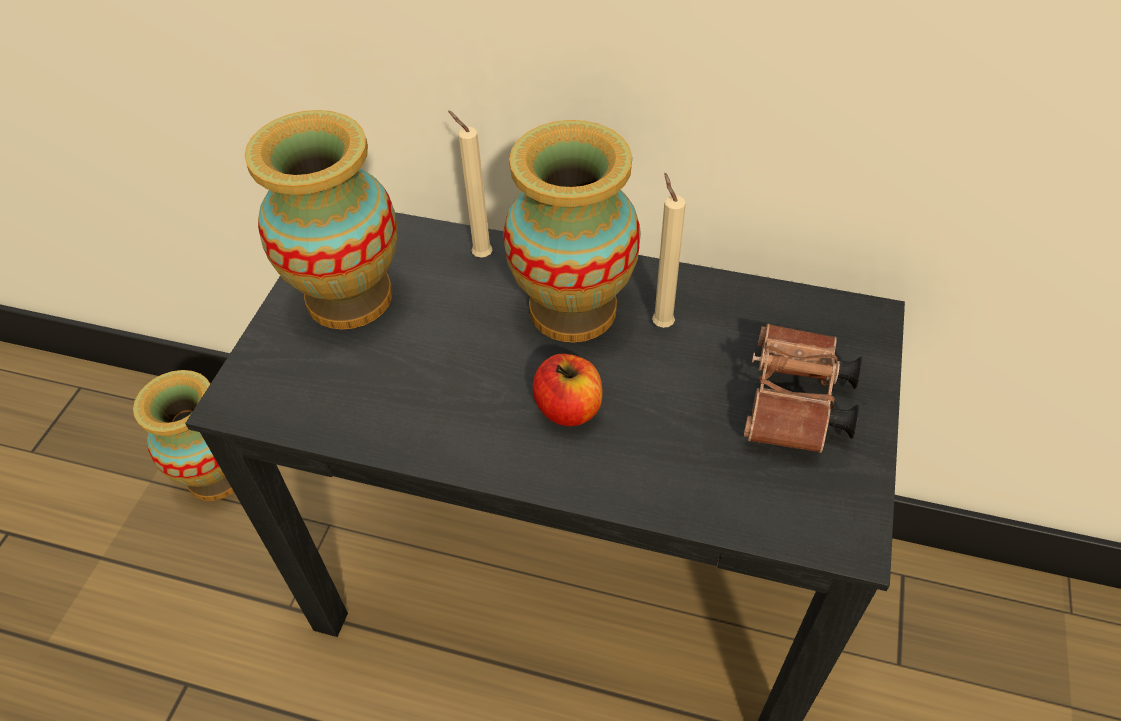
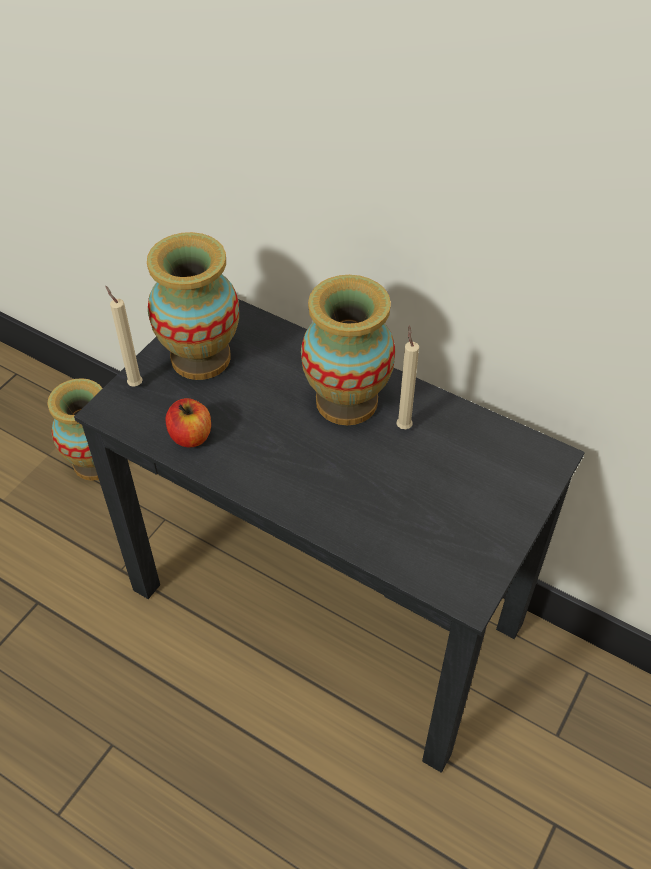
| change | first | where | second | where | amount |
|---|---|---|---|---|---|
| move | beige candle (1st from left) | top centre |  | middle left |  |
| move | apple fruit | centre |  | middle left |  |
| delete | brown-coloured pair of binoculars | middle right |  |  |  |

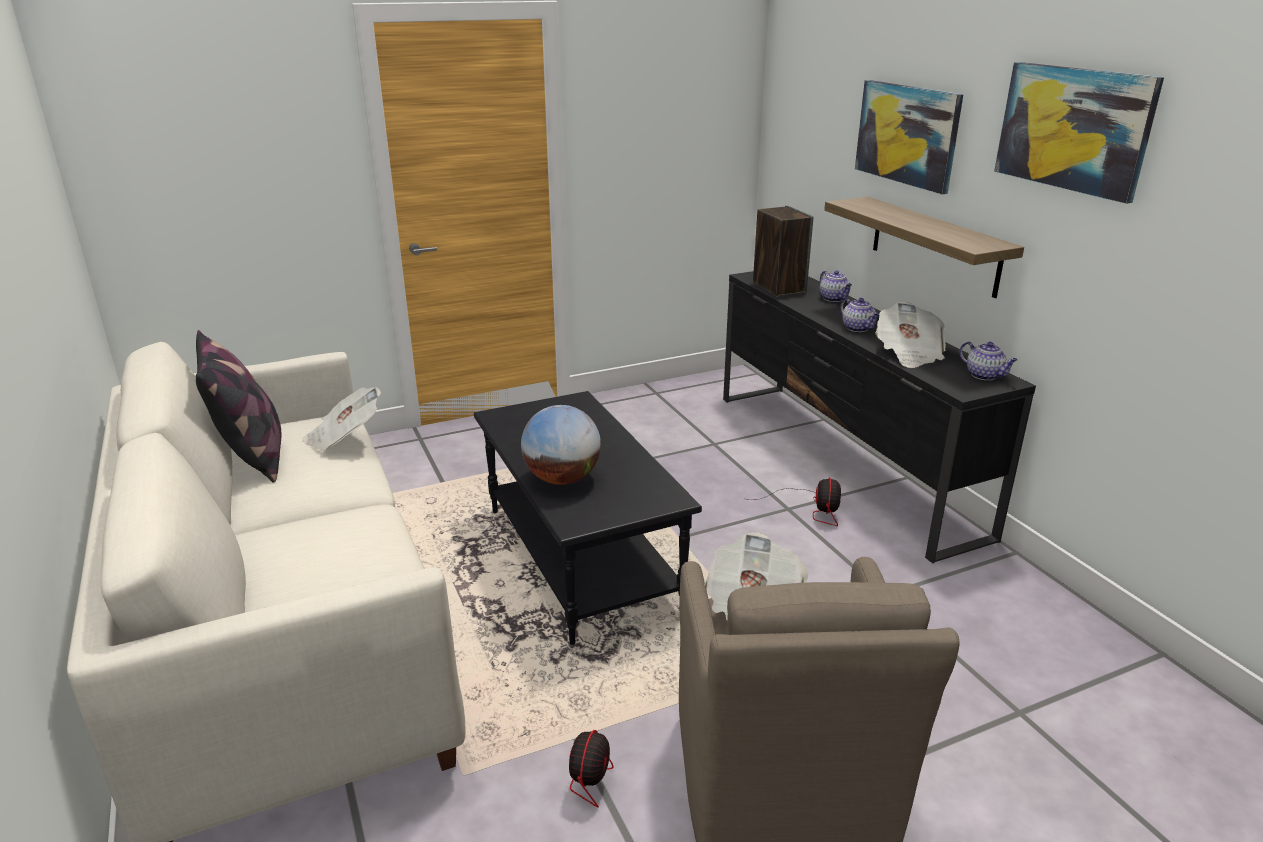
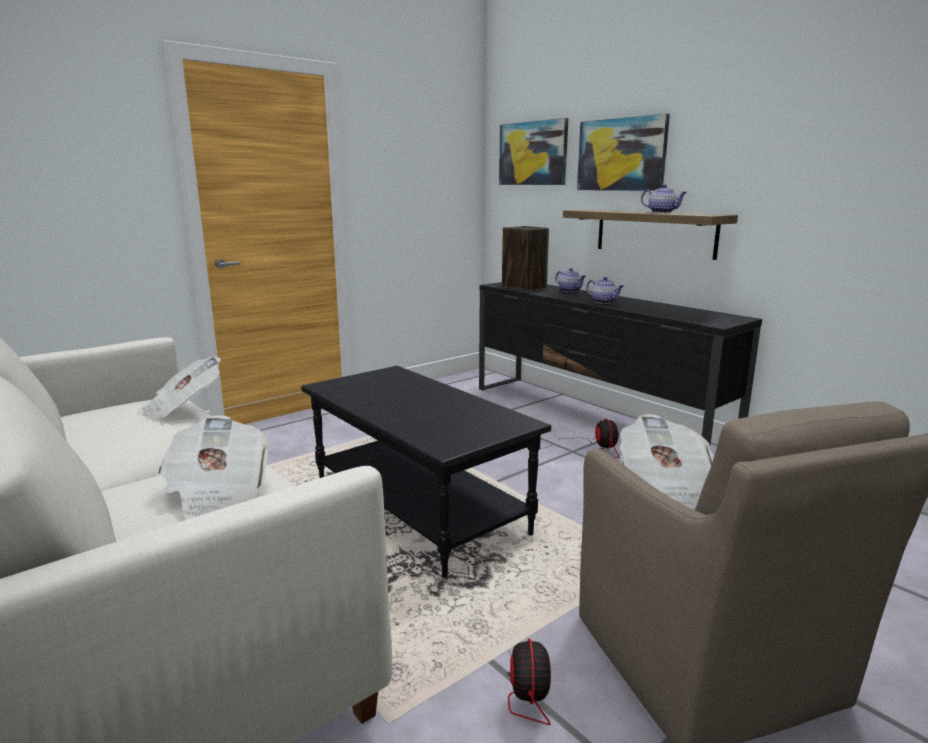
| change | first | where | second | where | amount |
|---|---|---|---|---|---|
| move | daily paper (3rd from left in the first image) | middle right | daily paper (2nd from left) | middle left |  |
| move | wall art (2nd from left in the first image) | top right | wall art (1st from left) | top centre |  |
| move | tea pot (3rd from left) | middle right |  | top right |  |
| delete | throw pillow | middle left |  |  |  |
| delete | world globe | centre |  |  |  |

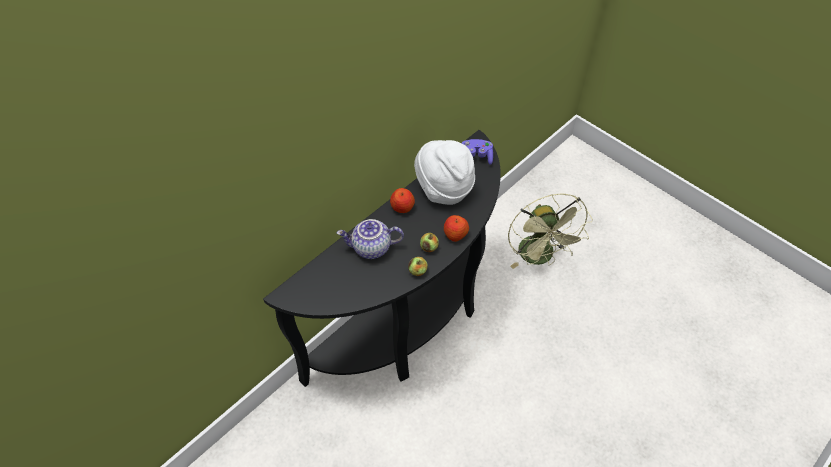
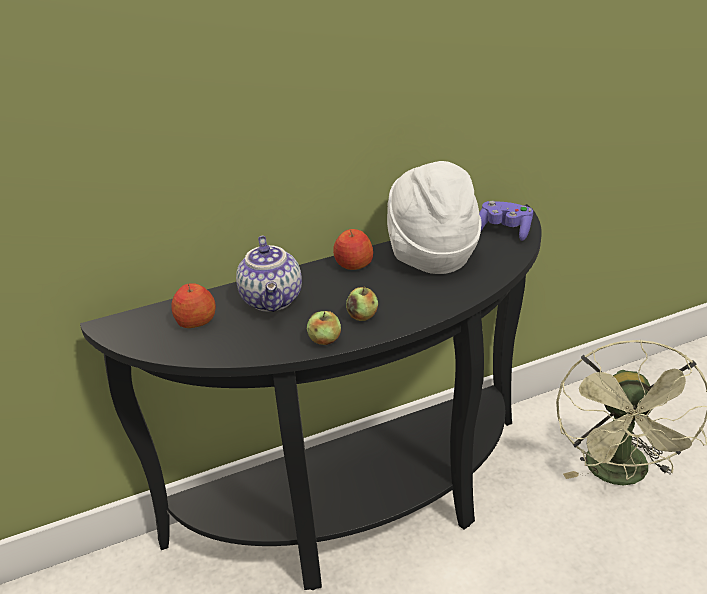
| change | first | where | second | where | amount |
|---|---|---|---|---|---|
| move | apple fruit (4th from left in the first image) | centre | apple fruit (1st from left) | middle left |  |
| rotate | tea pot | centre |  | centre | 120 degrees counterclockwise |

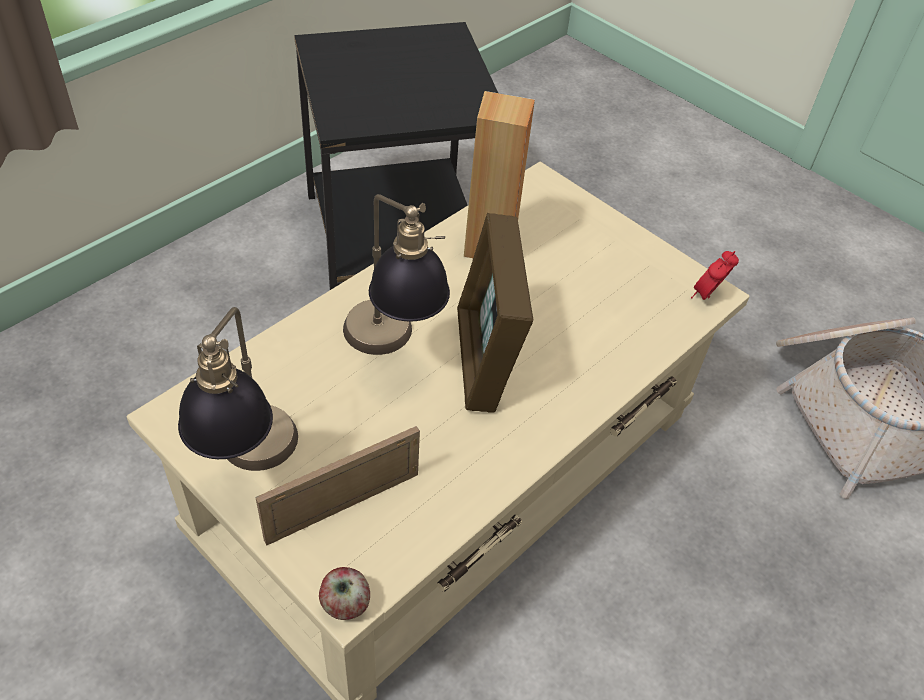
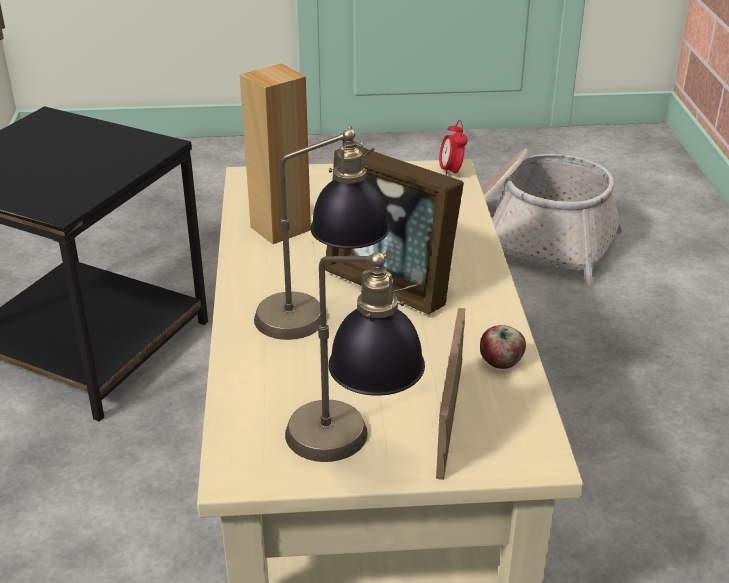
| change | first | where | second | where | amount |
|---|---|---|---|---|---|
| move | apple fruit | bottom centre |  | middle right |  |

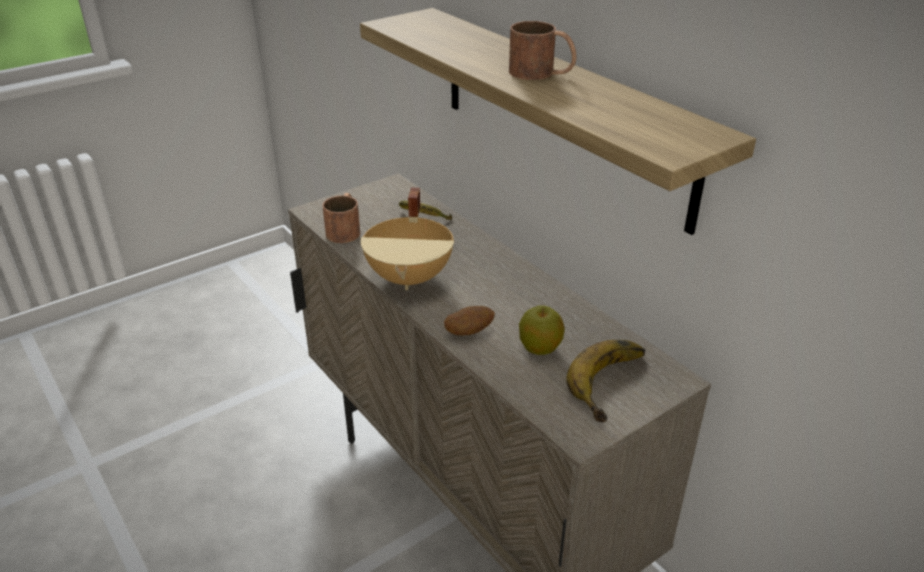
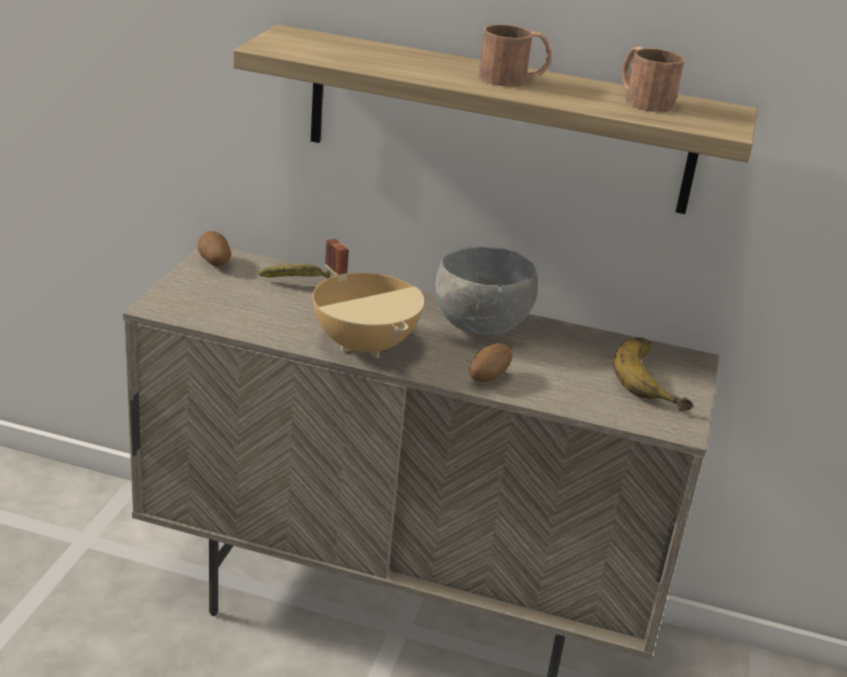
| change | first | where | second | where | amount |
|---|---|---|---|---|---|
| insert |  |  | whole potato (1st from left) | middle left |  |
| insert |  |  | gray bowl | centre |  |
| move | brown-coloured mug (1st from left in the first image) | centre | brown-coloured mug (2nd from left) | top right |  |
| delete | apple fruit | centre |  |  |  |

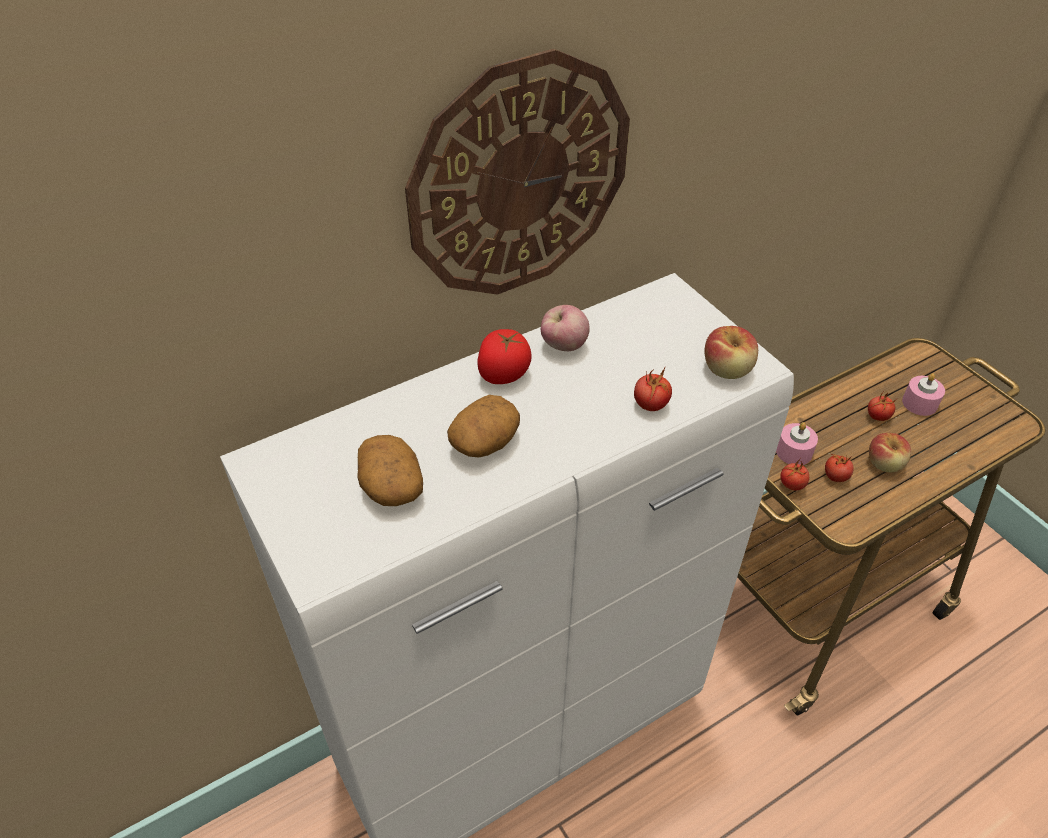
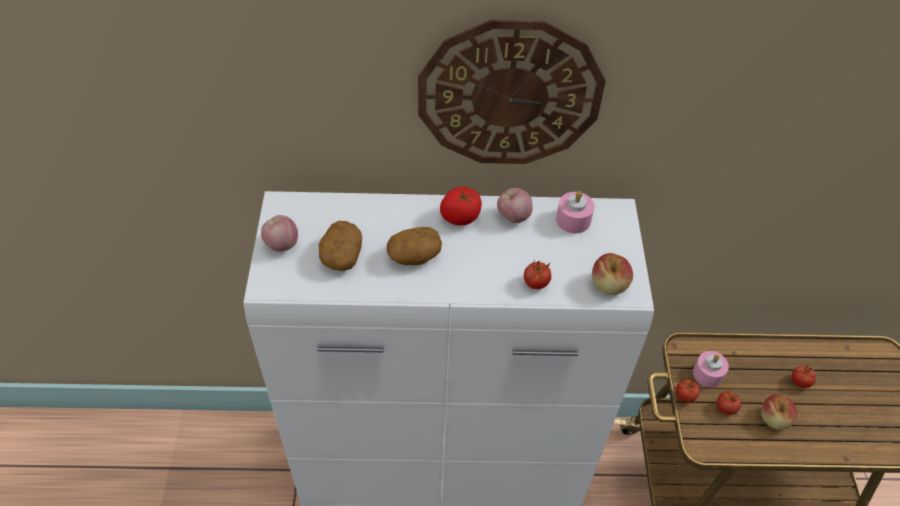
| change | first | where | second | where | amount |
|---|---|---|---|---|---|
| insert |  |  | apple fruit (1st from left) | middle left |  |
| move | pink candle (2nd from left in the first image) | middle right | pink candle (1st from left) | centre |  |

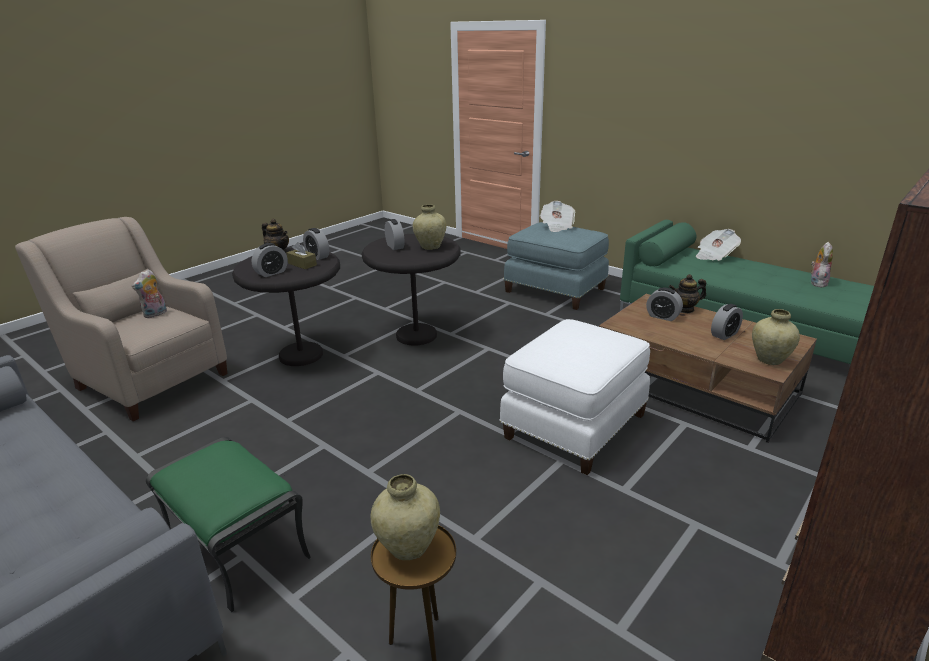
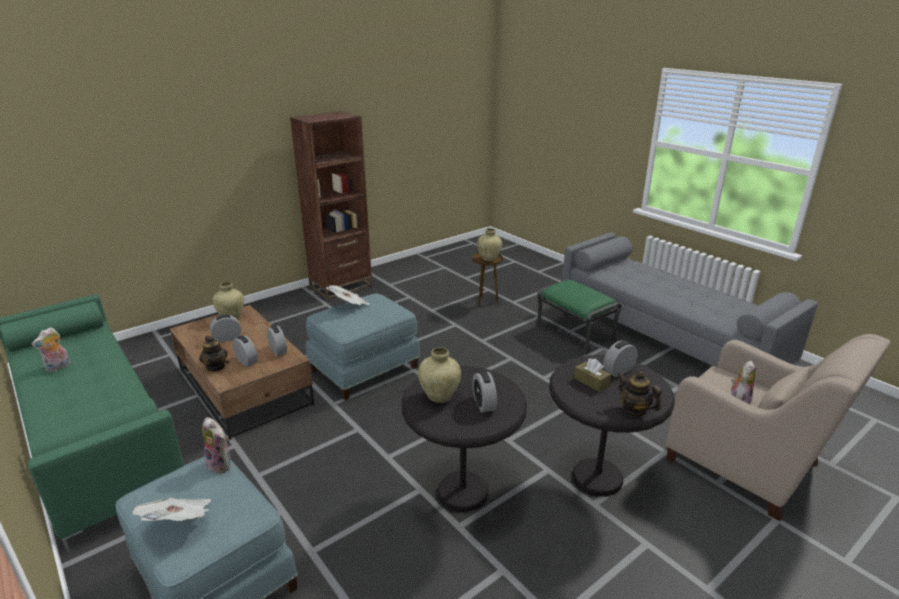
| change | first | where | second | where | amount |
|---|---|---|---|---|---|
| rotate | tea pot (2nd from left in the first image) | middle right | tea pot (1st from left) | middle left | 60 degrees clockwise |
| insert |  |  | soft toy (2nd from left) | bottom left |  |
| move | table clock (2nd from left in the first image) | centre | table clock (3rd from left) | middle left |  |
| recolor | white footrest | centre | blue-coloured footrest (2nd from left) | centre |  |
| move | daily paper (2nd from left) | middle right |  | centre |  |

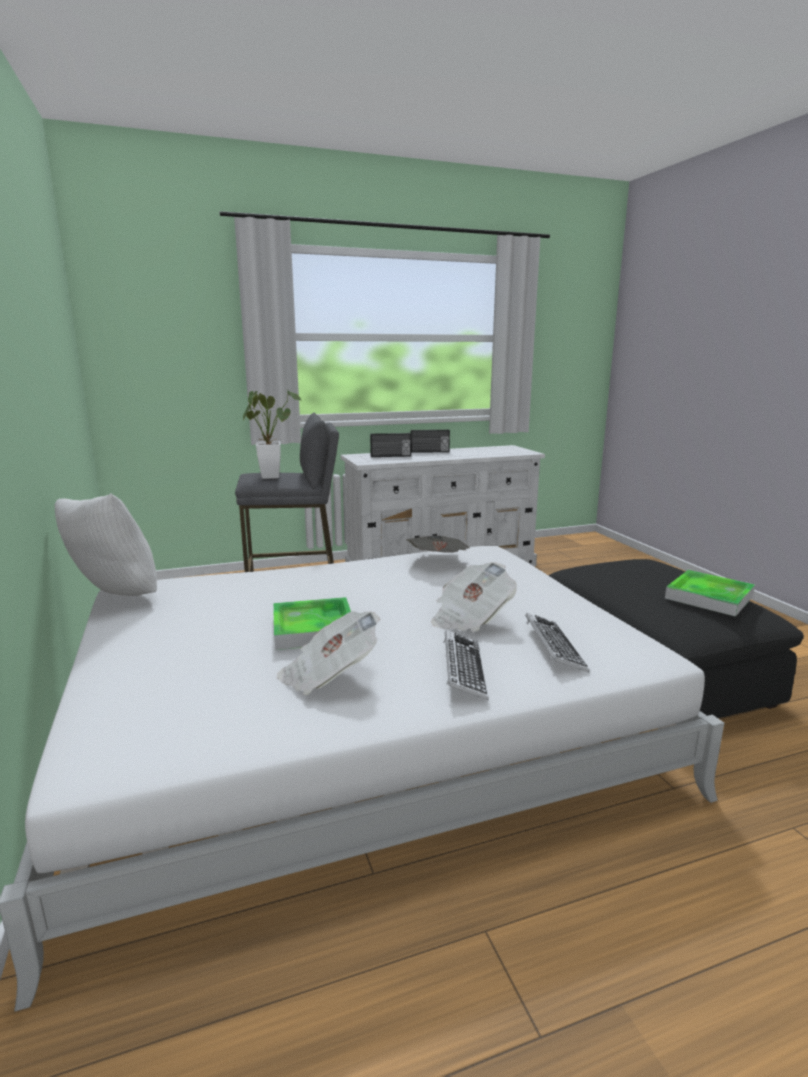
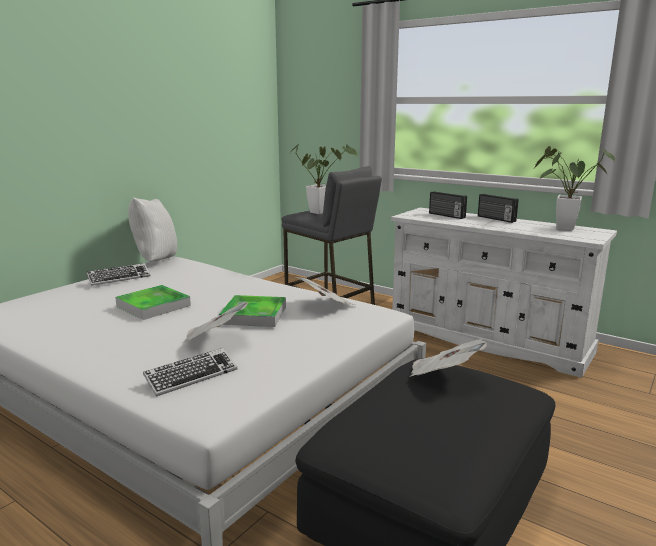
| change | first | where | second | where | amount |
|---|---|---|---|---|---|
| move | PC keyboard (1st from left) | centre |  | middle left |  |
| move | carrying tray (2nd from left) | middle right |  | centre |  |
| move | daily paper (1st from left in the first image) | centre | daily paper (3rd from left) | middle right |  |
| insert |  |  | plant in a pot (2nd from left) | middle right |  |

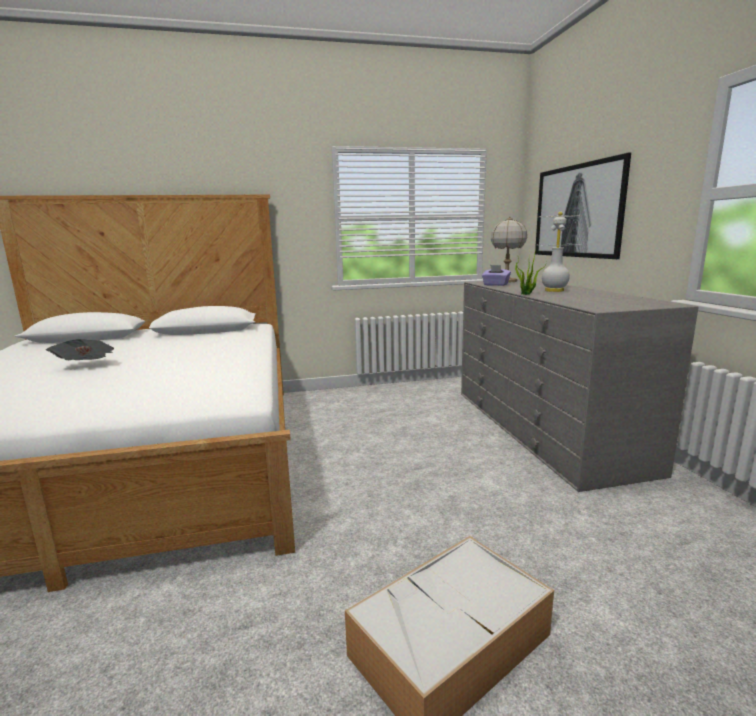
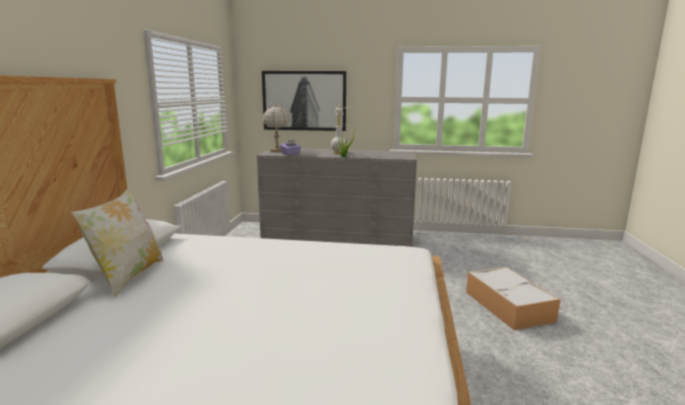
| change | first | where | second | where | amount |
|---|---|---|---|---|---|
| insert |  |  | throw pillow | middle left |  |
| delete | daily paper | middle left |  |  |  |

